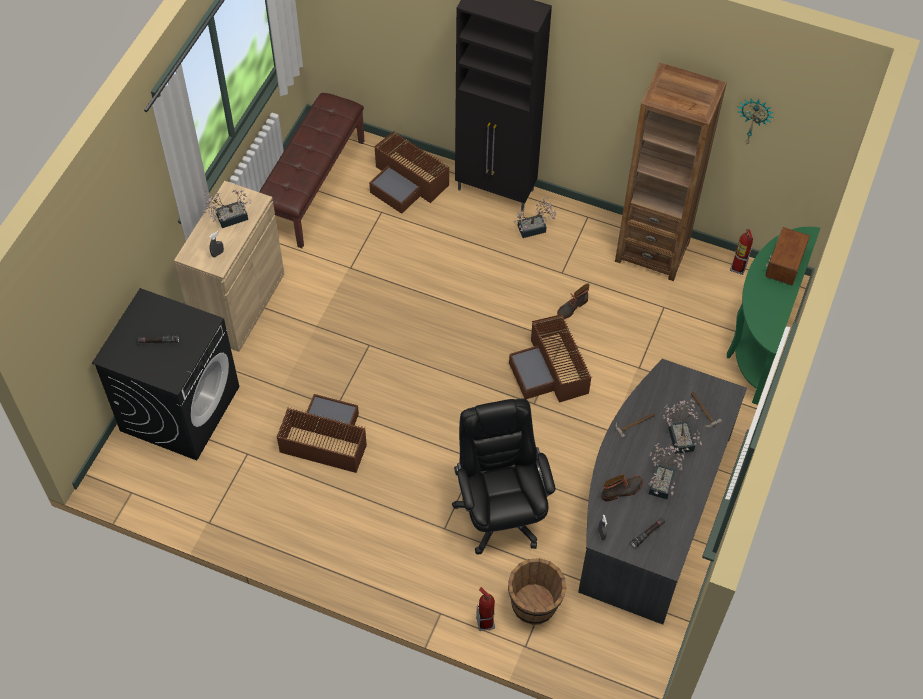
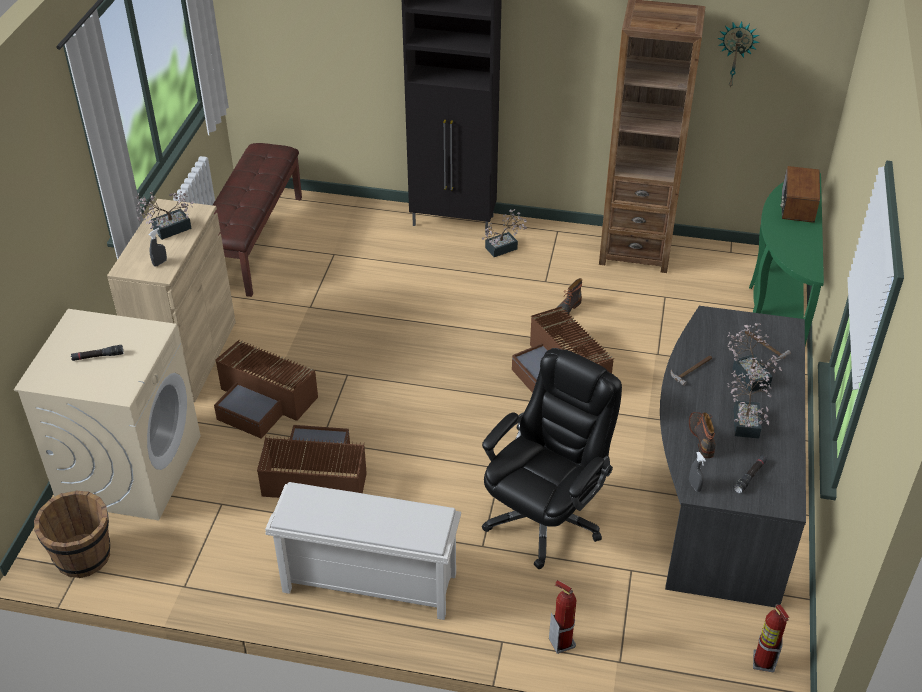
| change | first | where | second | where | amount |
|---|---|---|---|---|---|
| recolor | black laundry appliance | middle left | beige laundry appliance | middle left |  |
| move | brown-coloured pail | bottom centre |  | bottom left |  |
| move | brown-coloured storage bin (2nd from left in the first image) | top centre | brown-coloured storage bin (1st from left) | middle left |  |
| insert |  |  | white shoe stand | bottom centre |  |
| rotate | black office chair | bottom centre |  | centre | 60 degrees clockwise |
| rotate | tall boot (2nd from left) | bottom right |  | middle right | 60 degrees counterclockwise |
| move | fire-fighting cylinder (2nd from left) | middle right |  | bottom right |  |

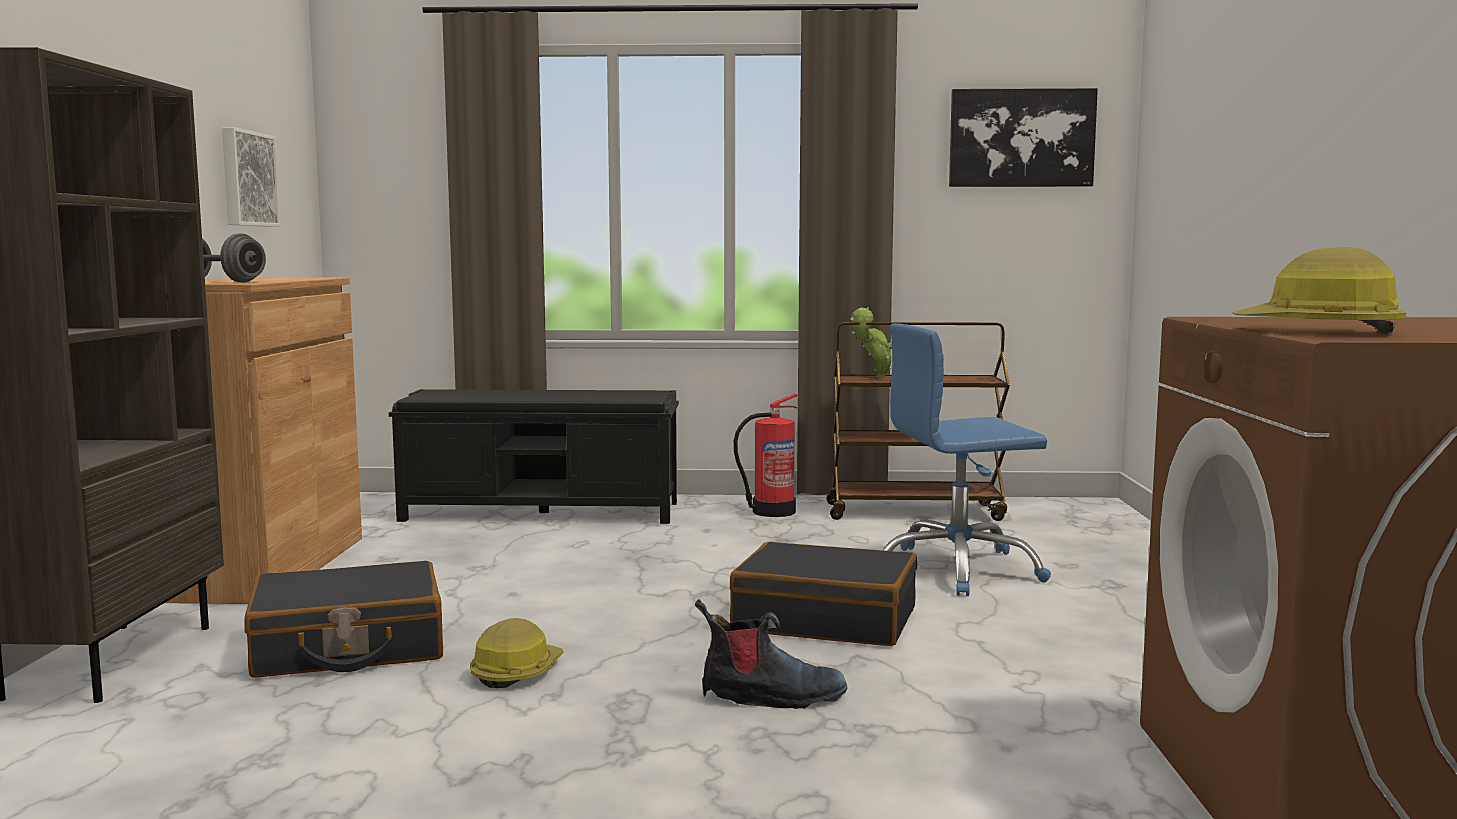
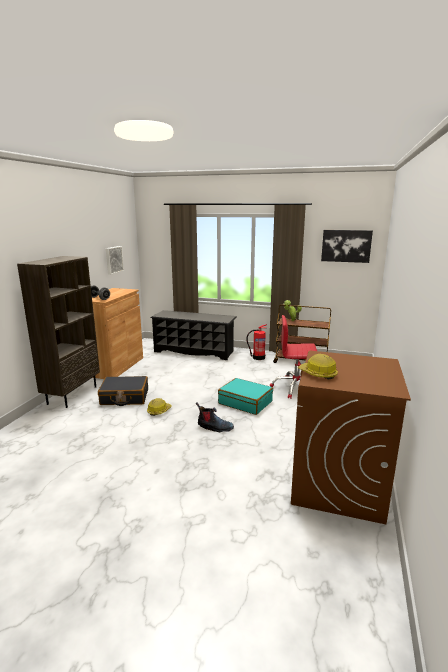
| change | first | where | second | where | amount |
|---|---|---|---|---|---|
| replace | black bench | centre | black shoe stand | centre |  |
| recolor | black piece of luggage (2nd from left) | bottom centre | turquoise piece of luggage | centre |  |
| recolor | blue-coloured office chair | centre | reddish office chair | centre |  |

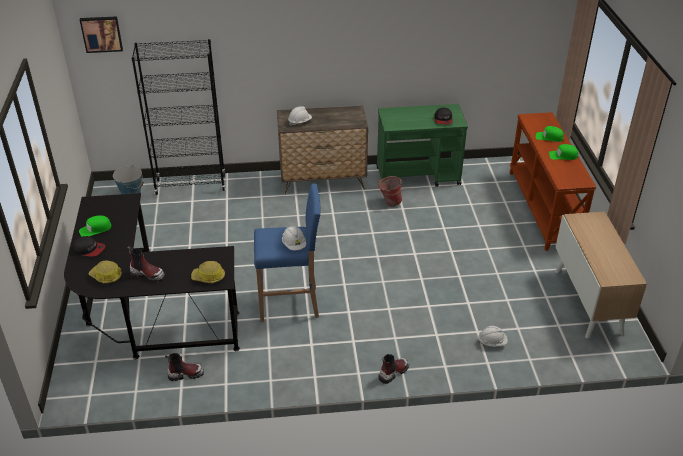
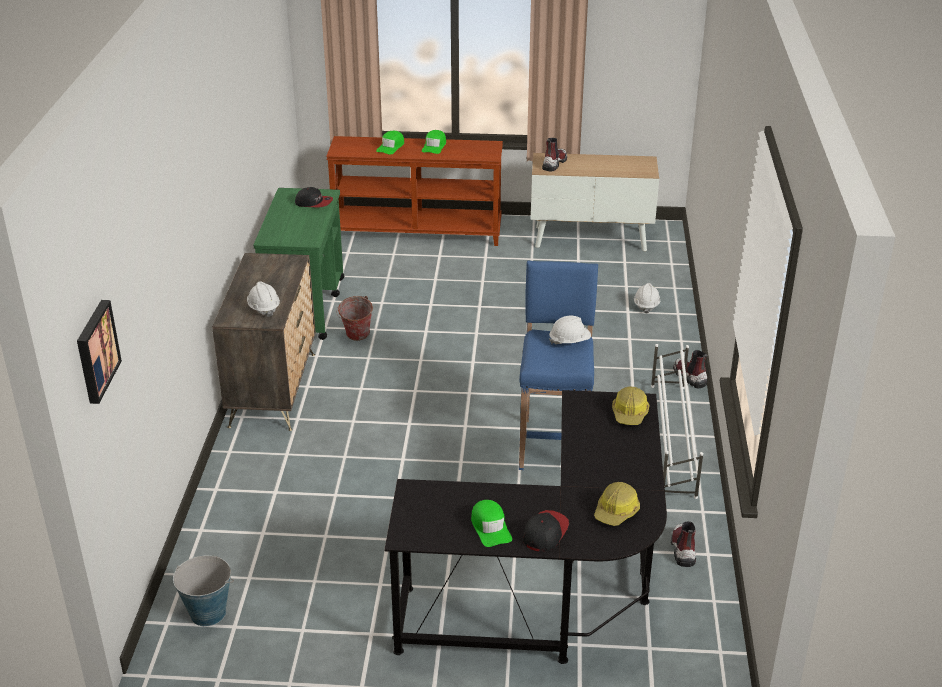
| change | first | where | second | where | amount |
|---|---|---|---|---|---|
| move | tall boot (1st from left) | middle left |  | top centre |  |
| insert |  |  | white shoe stand | middle right |  |
| delete | black bookcase | top left |  |  |  |

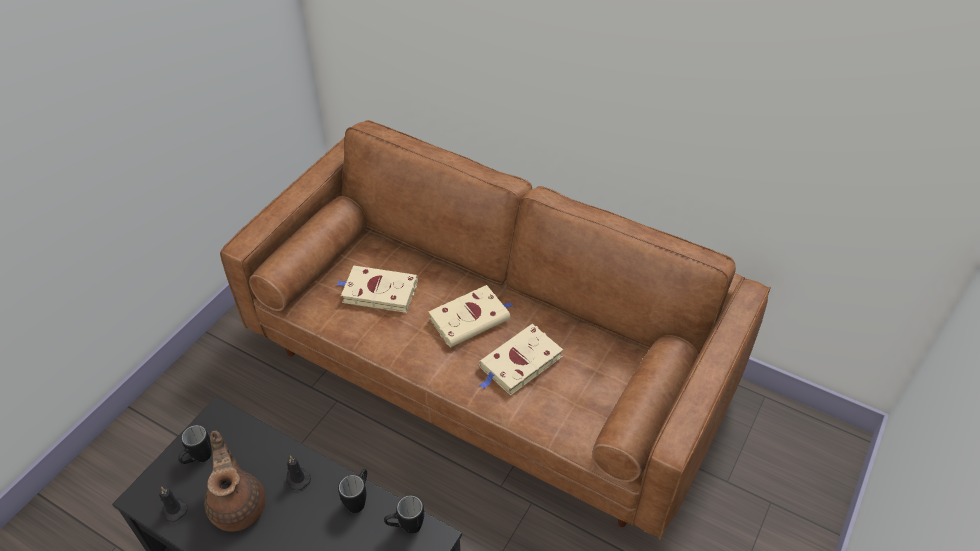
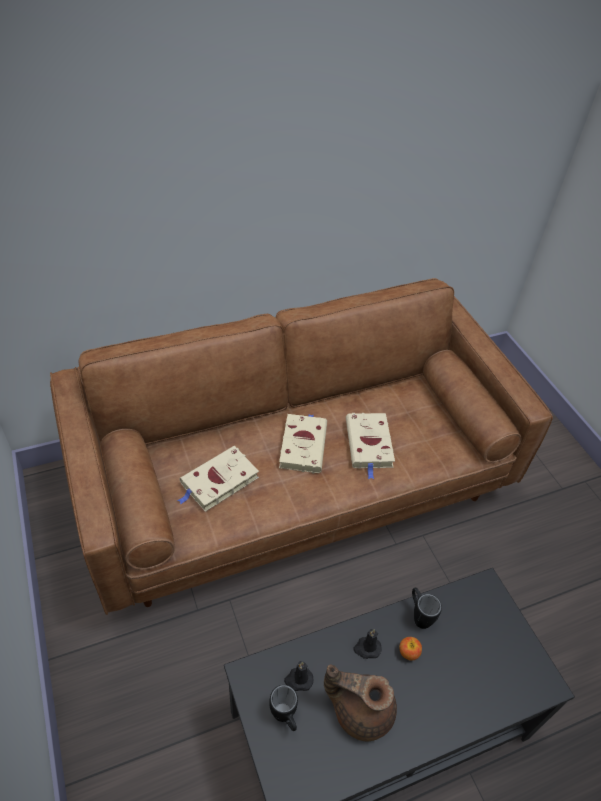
| change | first | where | second | where | amount |
|---|---|---|---|---|---|
| move | black candle (1st from left) | bottom left |  | bottom centre |  |
| insert |  |  | apple fruit | bottom right |  |
| delete | black mug (3rd from left) | bottom centre |  |  |  |

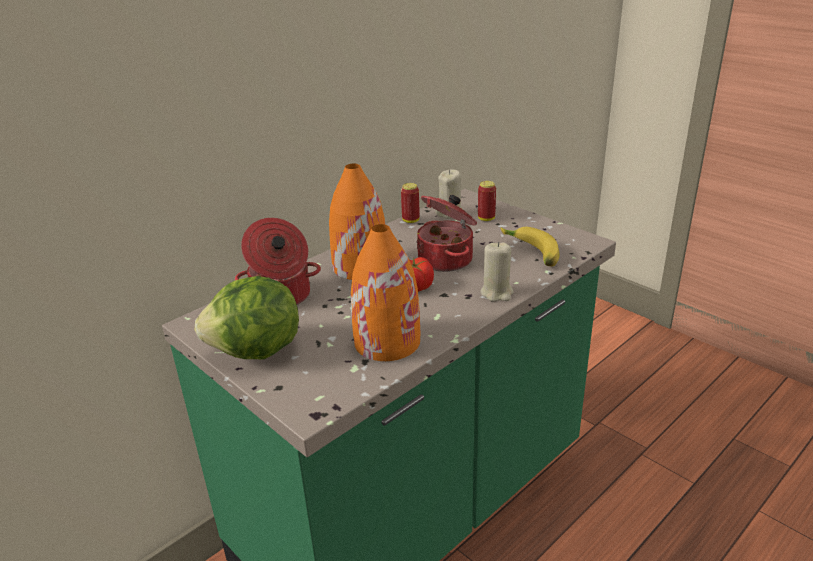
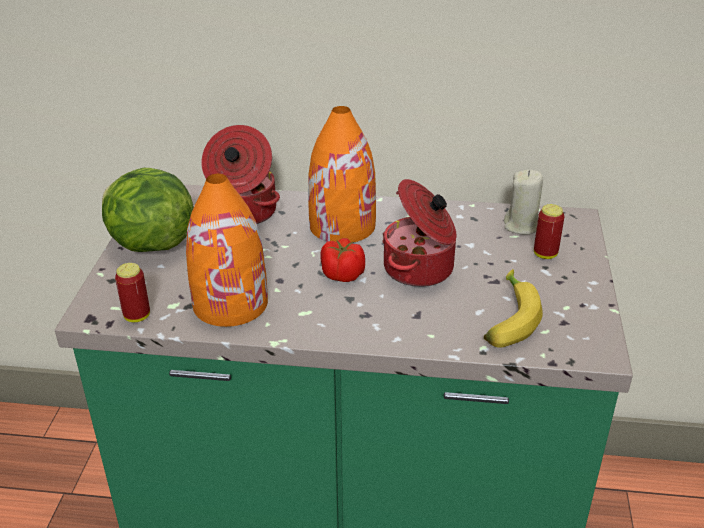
| change | first | where | second | where | amount |
|---|---|---|---|---|---|
| move | metal can (1st from left) | centre |  | middle left |  |
| delete | beige candle (2nd from left) | centre |  |  |  |

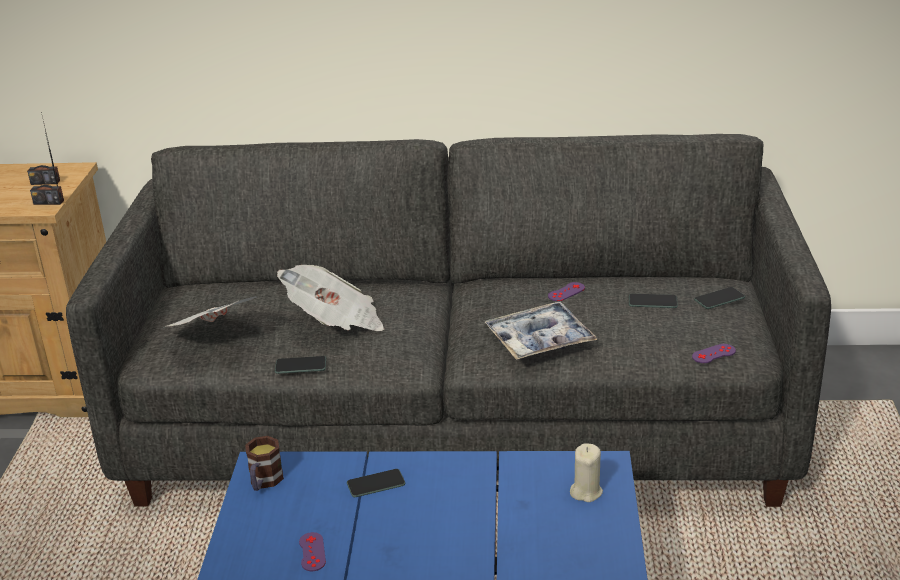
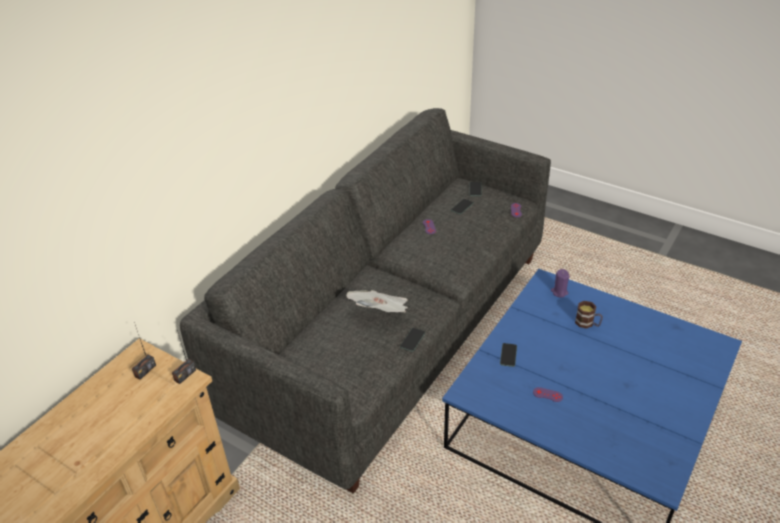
| change | first | where | second | where | amount |
|---|---|---|---|---|---|
| recolor | beige candle | bottom centre | purple-coloured candle | middle right |  |
| move | mug | bottom left |  | middle right |  |
| delete | daily paper (1st from left) | middle left |  |  |  |
| delete | carrying tray | centre |  |  |  |

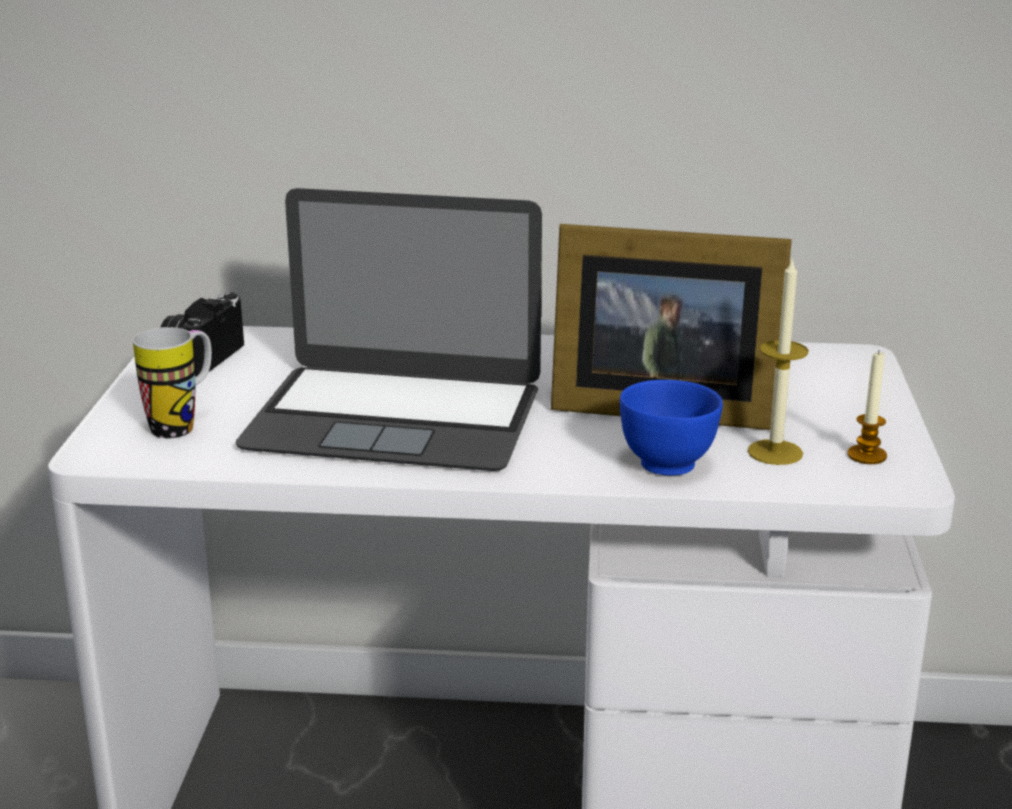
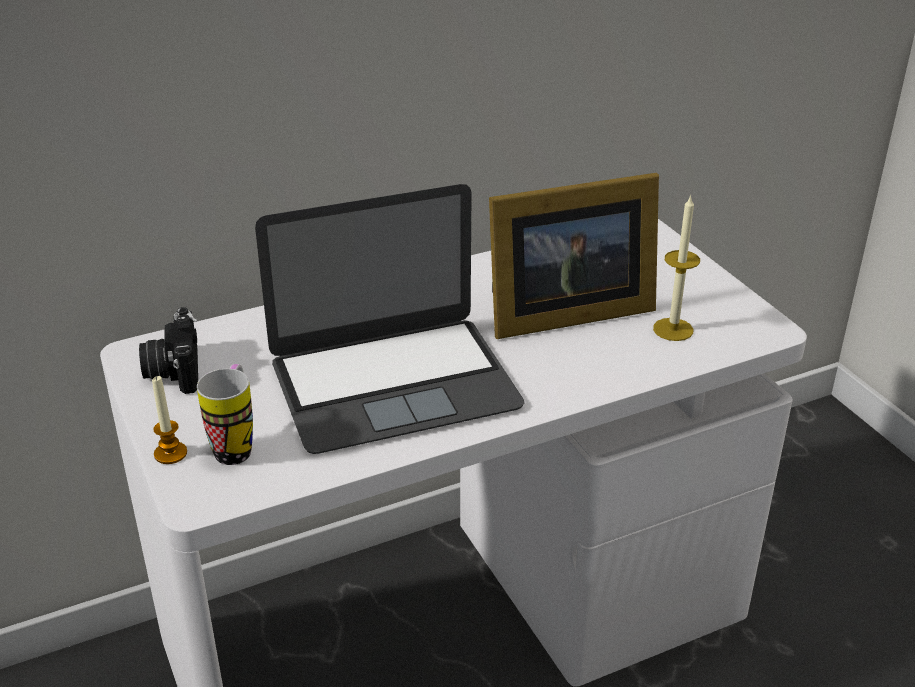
| change | first | where | second | where | amount |
|---|---|---|---|---|---|
| move | candle (2nd from left in the first image) | middle right | candle (1st from left) | middle left |  |
| delete | blue-coloured bowl | centre |  |  |  |

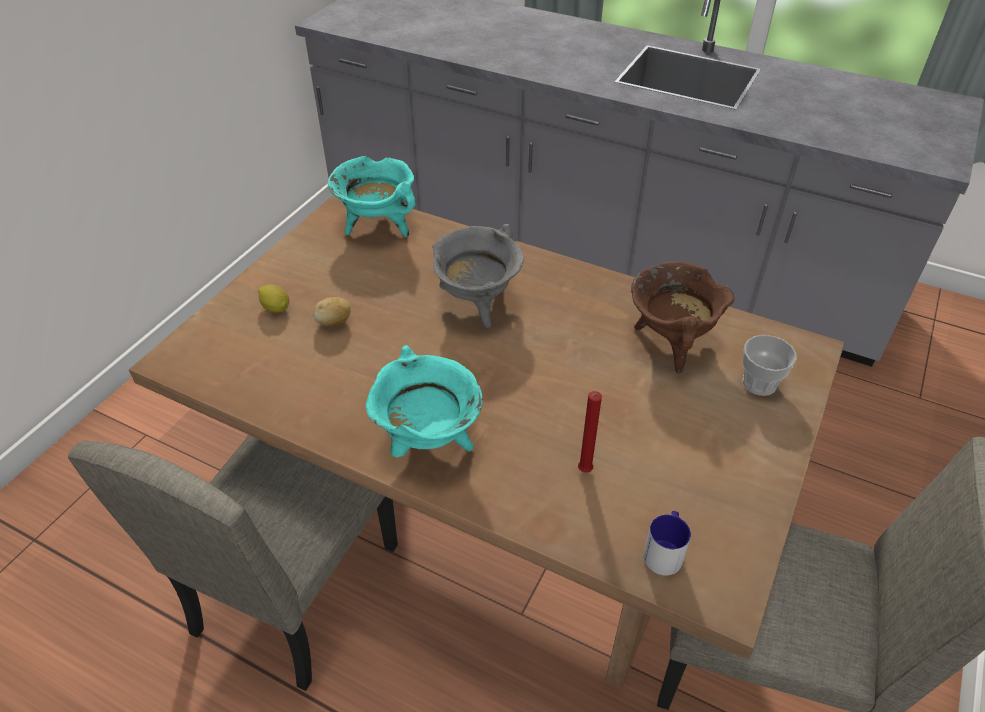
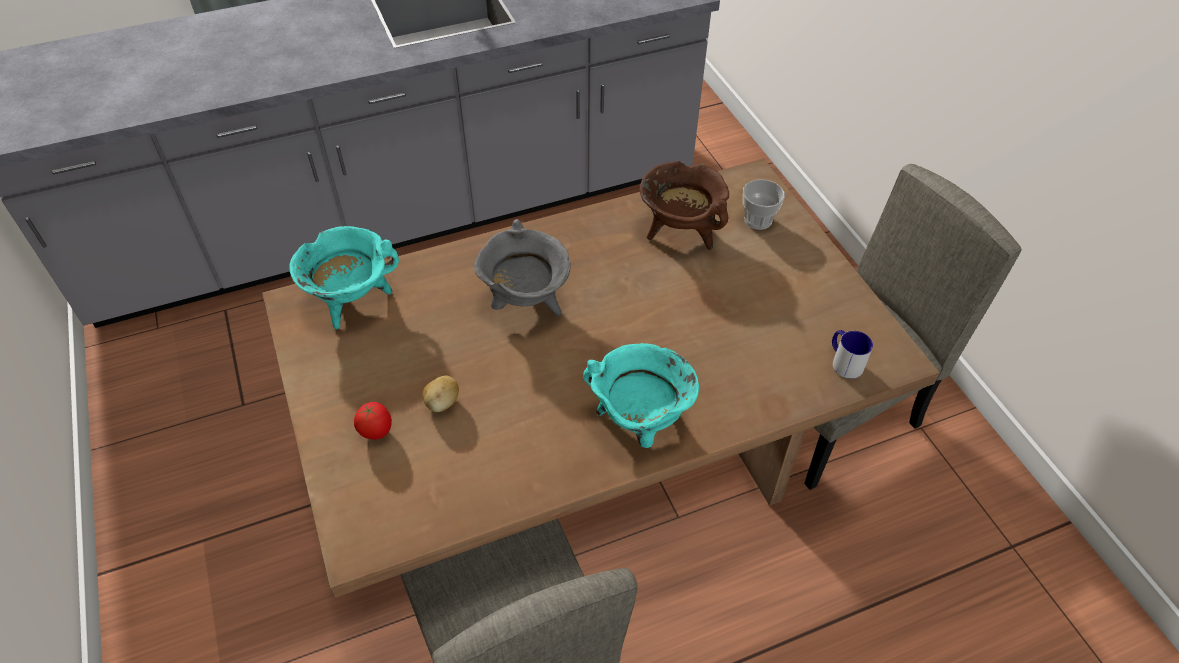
| change | first | where | second | where | amount |
|---|---|---|---|---|---|
| replace | citrus fruit | middle left | tomato | middle left |  |
| delete | reddish candle | centre |  |  |  |

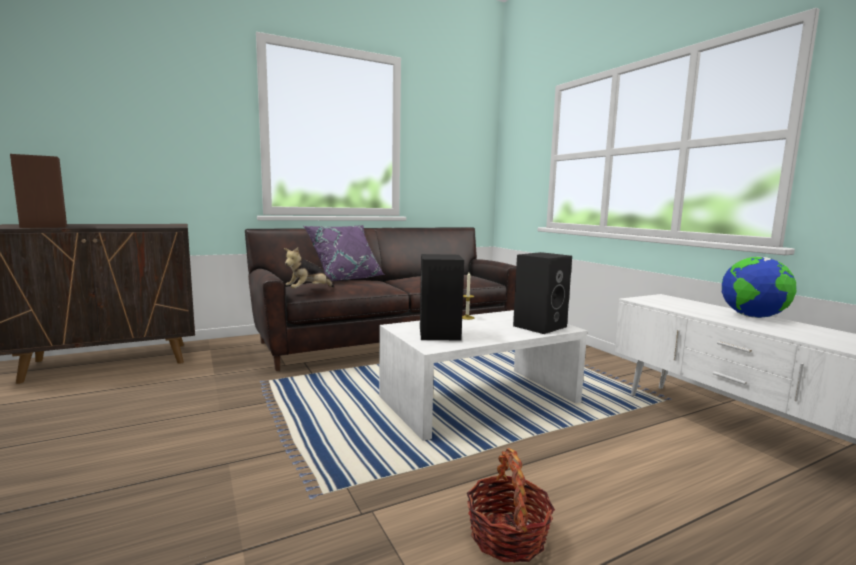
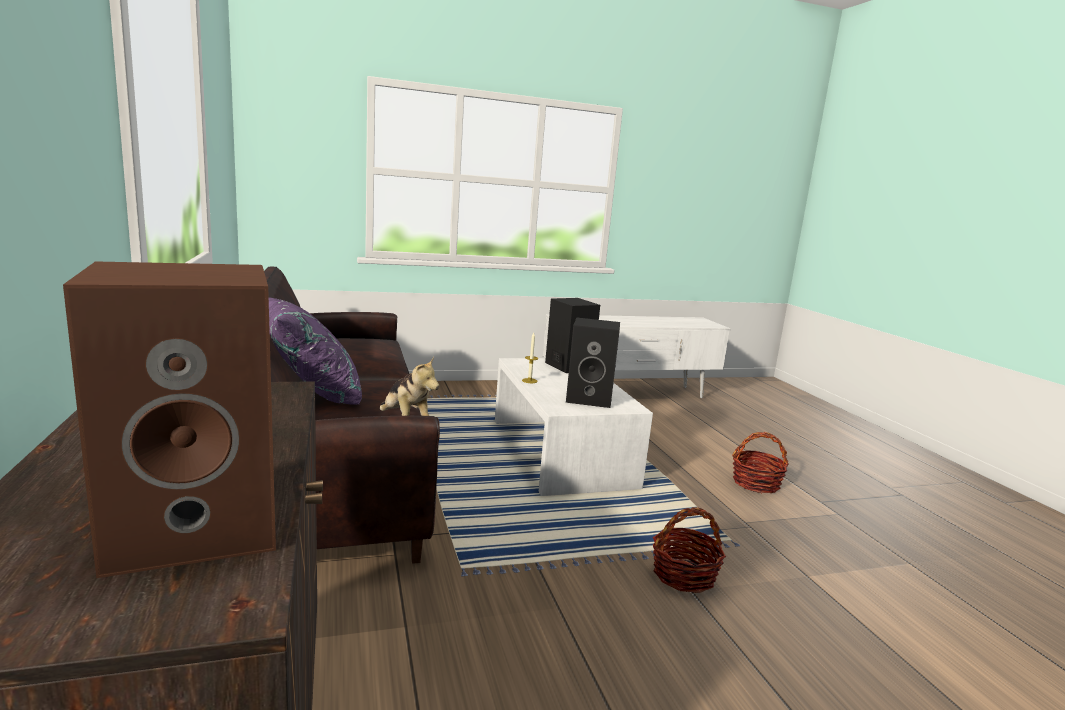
| change | first | where | second | where | amount |
|---|---|---|---|---|---|
| insert |  |  | storage basket (1st from left) | bottom centre |  |
| delete | world globe | middle right |  |  |  |

